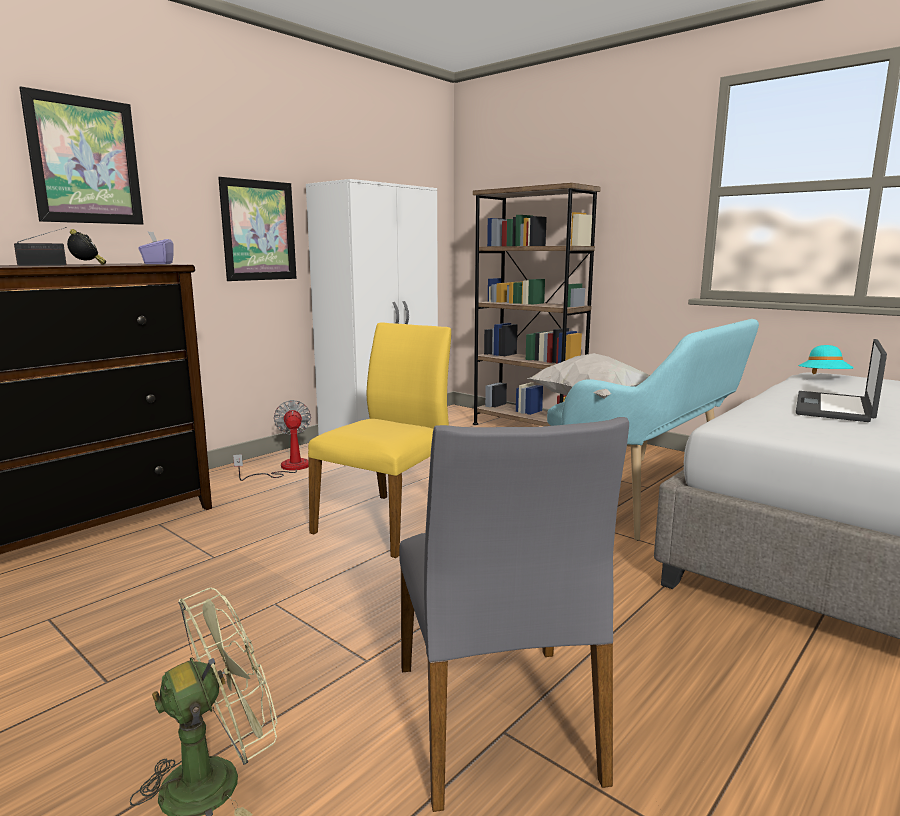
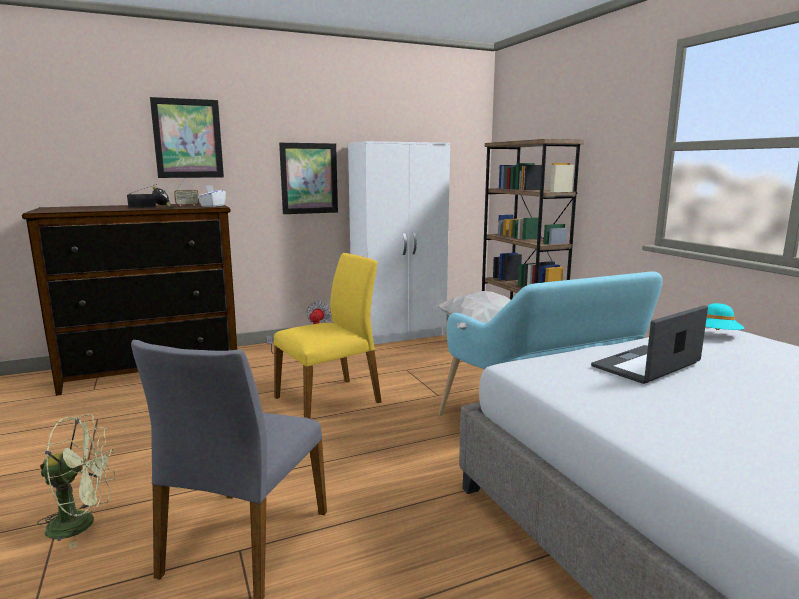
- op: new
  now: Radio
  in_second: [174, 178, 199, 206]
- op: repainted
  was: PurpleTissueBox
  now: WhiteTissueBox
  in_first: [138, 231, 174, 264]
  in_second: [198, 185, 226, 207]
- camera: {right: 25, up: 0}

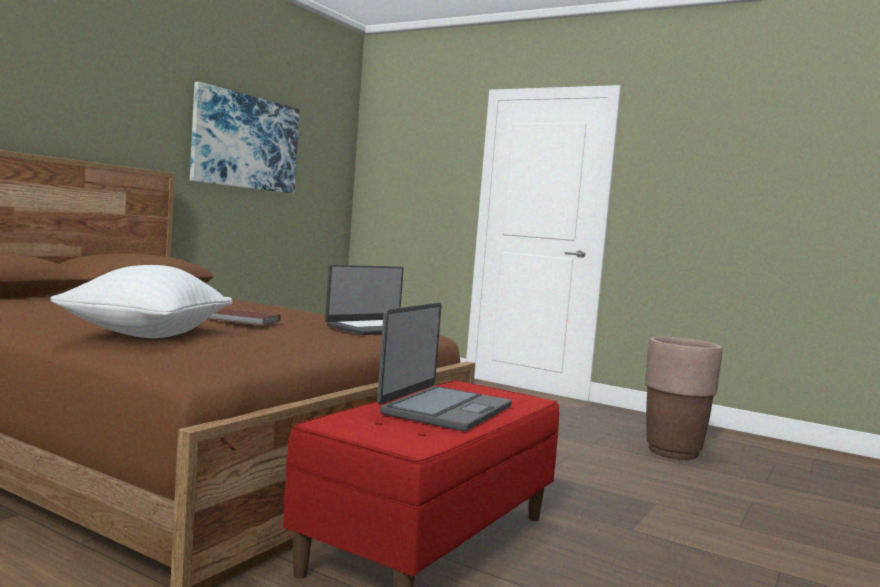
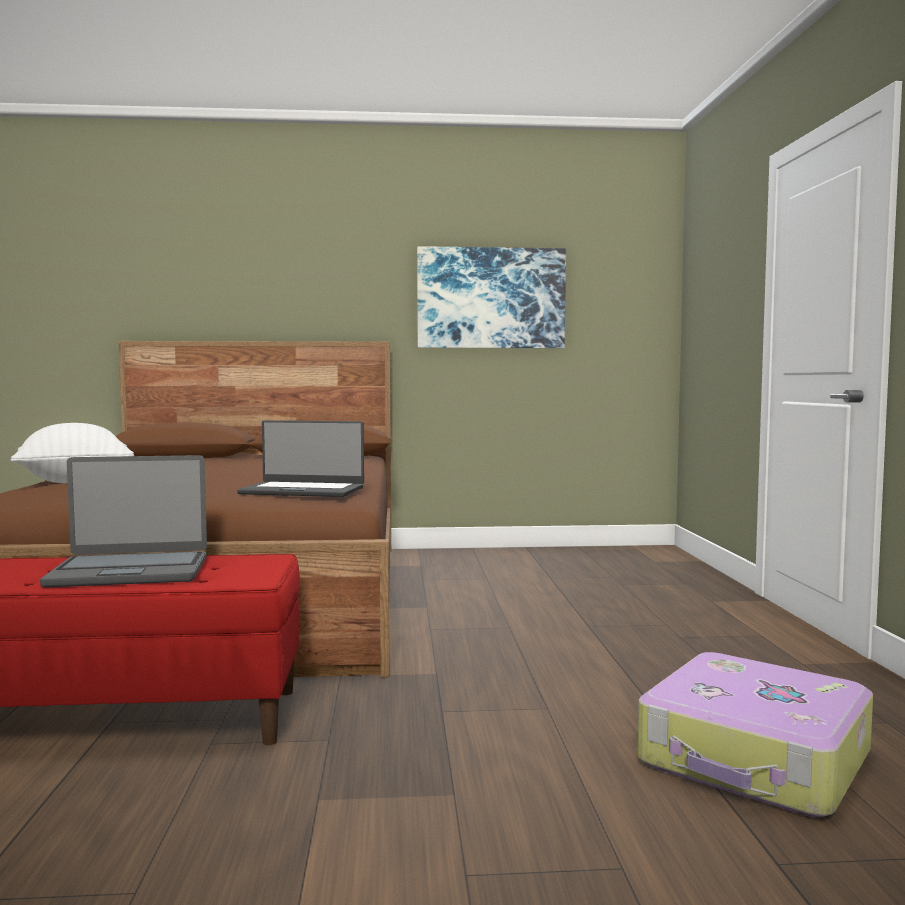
- op: swapped
  was: BrownPlanter
  now: Suitcase
  in_first: [645, 337, 722, 460]
  in_second: [637, 652, 873, 817]
- op: gone
  was: BrownBook
  in_first: [209, 309, 281, 326]
- camera: {right: 55, up: 0}

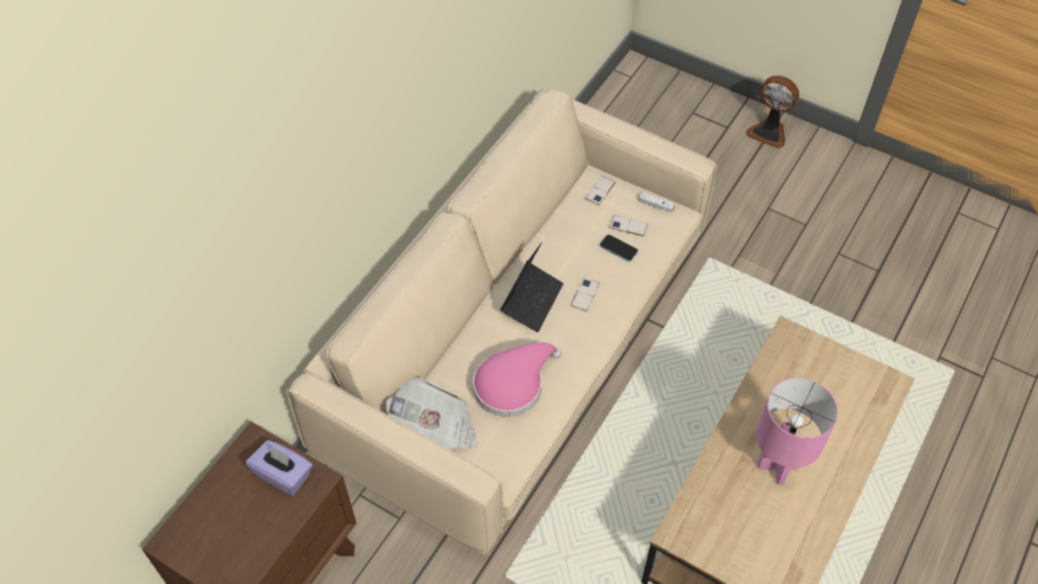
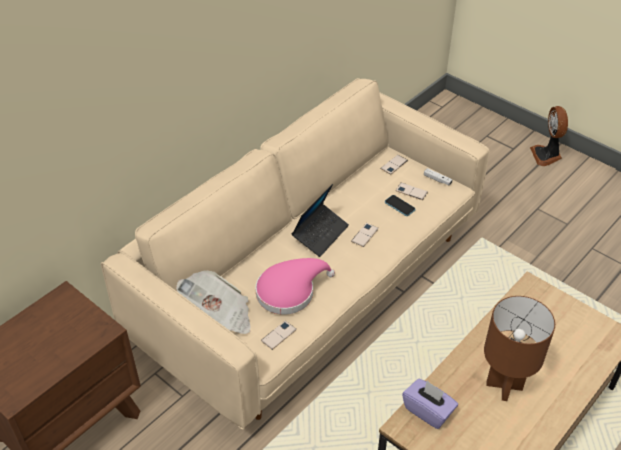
- op: new
  now: Phone
  in_second: [261, 321, 297, 350]
- op: shifted
  was: PurpleTissueBox
  in_first: [246, 440, 313, 496]
  in_second: [402, 379, 458, 429]
- op: repainted
  was: PinkTableLamp
  now: BrownTableLamp
  in_first: [756, 377, 838, 485]
  in_second: [484, 296, 555, 401]
- op: rotated
  was: Fan
  in_first: [746, 76, 799, 149]
  in_second: [530, 106, 568, 166]
  clockwise: 45
- camera: {right: 10, up: -10}

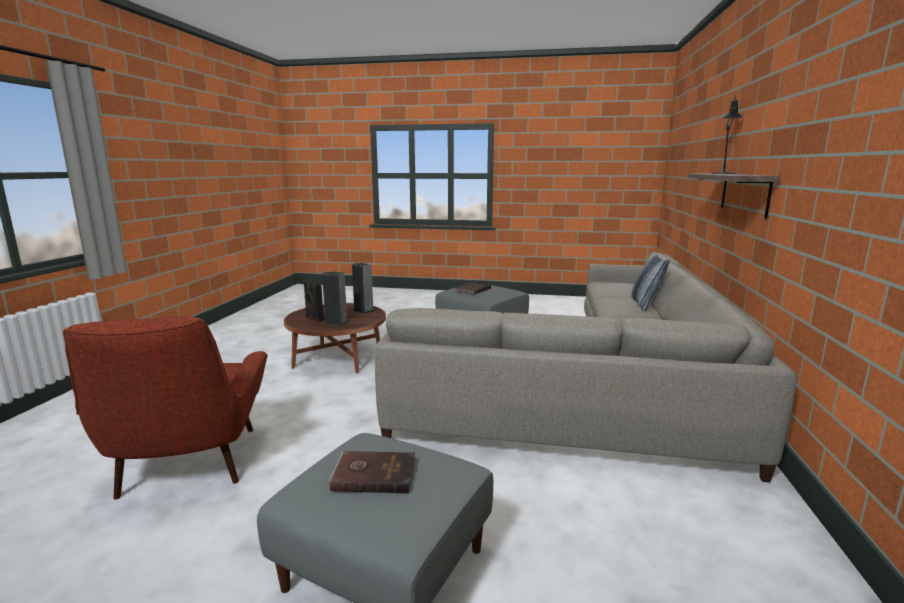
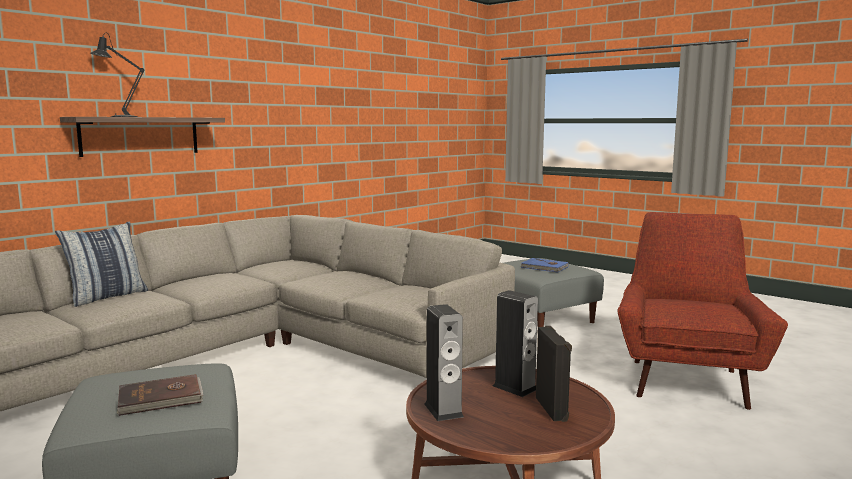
- op: repainted
  was: BrownBook
  now: BlueBook
  in_first: [329, 451, 416, 493]
  in_second: [521, 258, 568, 272]
- camera: {right: -150, up: -5}

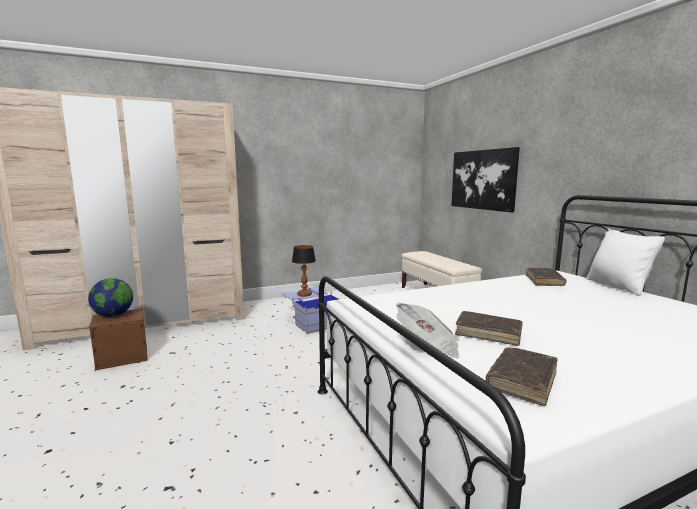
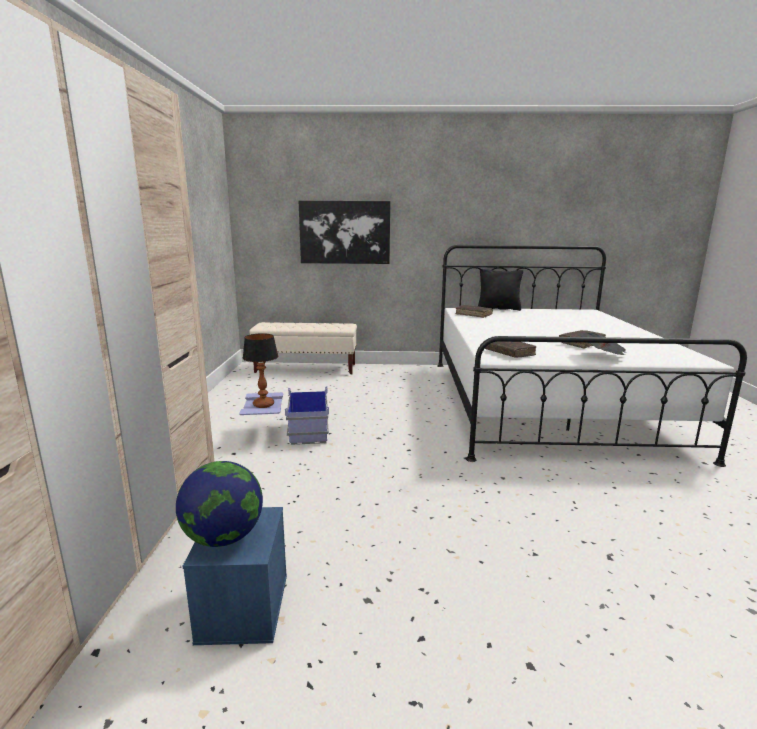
- op: repainted
  was: BrownStorageBox
  now: BlueStorageBox
  in_first: [89, 308, 147, 371]
  in_second: [182, 507, 287, 645]
- op: repainted
  was: WhitePillow
  now: BlackPillow
  in_first: [586, 229, 665, 296]
  in_second: [478, 269, 523, 311]
- op: shifted
  was: BrownBook
  in_first: [486, 348, 558, 406]
  in_second: [485, 341, 536, 358]
- camera: {right: -65, up: 5}

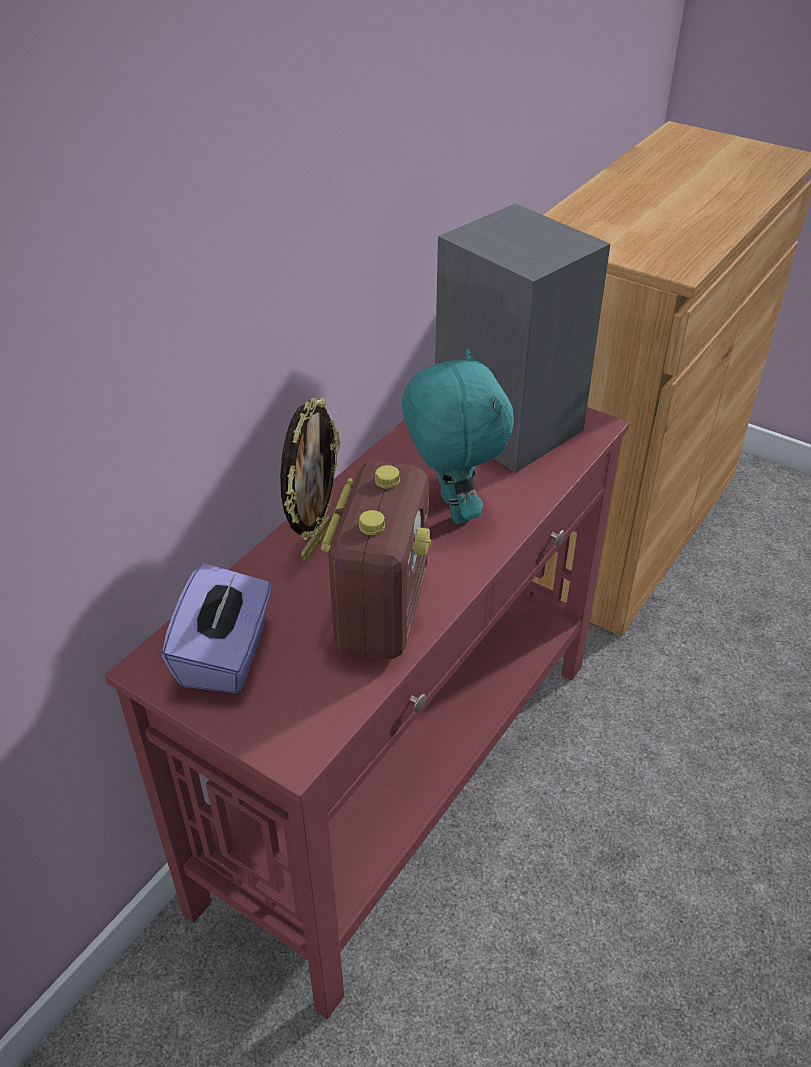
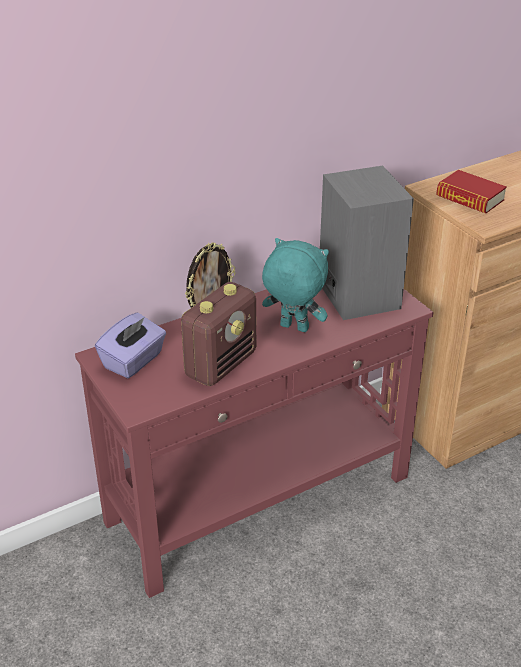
- op: rotated
  was: TurquoisePlushToy
  in_first: [402, 349, 514, 524]
  in_second: [262, 238, 329, 332]
  clockwise: -75
- op: new
  now: Book
  in_second: [436, 170, 507, 214]
- camera: {right: 25, up: -5}

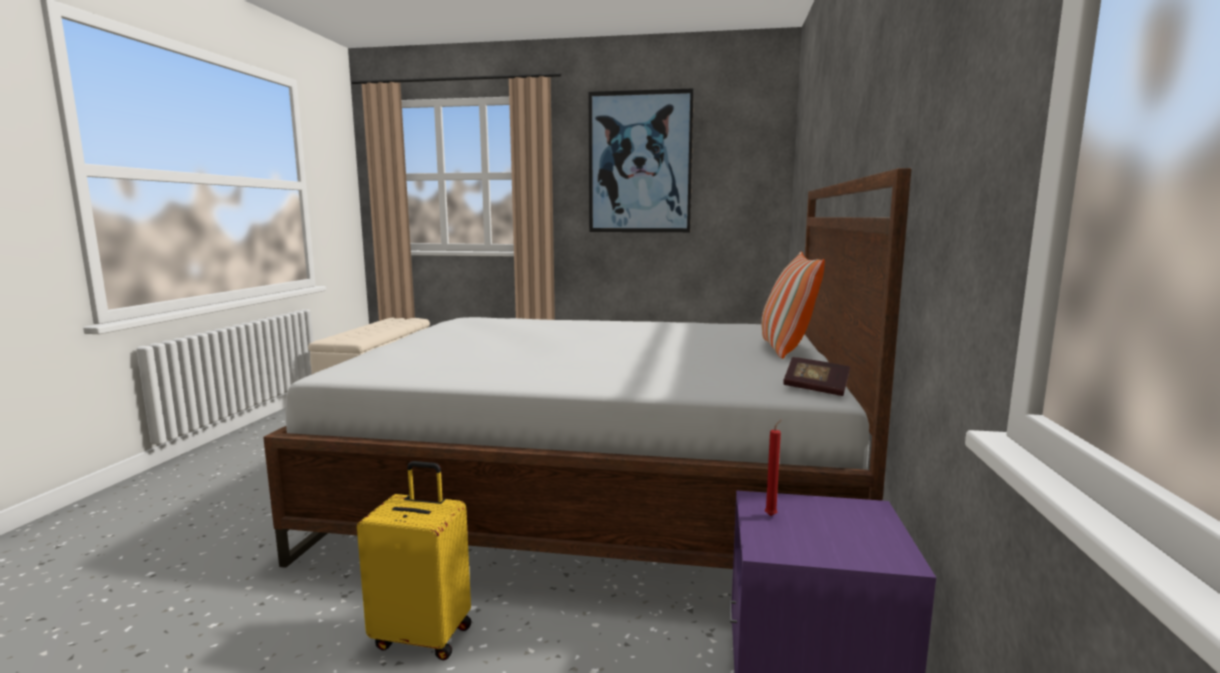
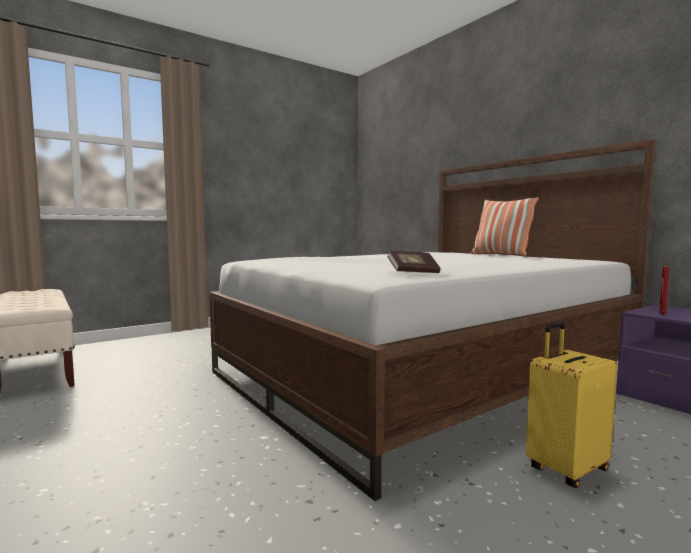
- op: shifted
  was: Book
  in_first: [783, 357, 850, 396]
  in_second: [387, 251, 441, 273]
- op: gone
  was: Picture
  in_first: [589, 88, 694, 232]
- camera: {right: -45, up: -5}

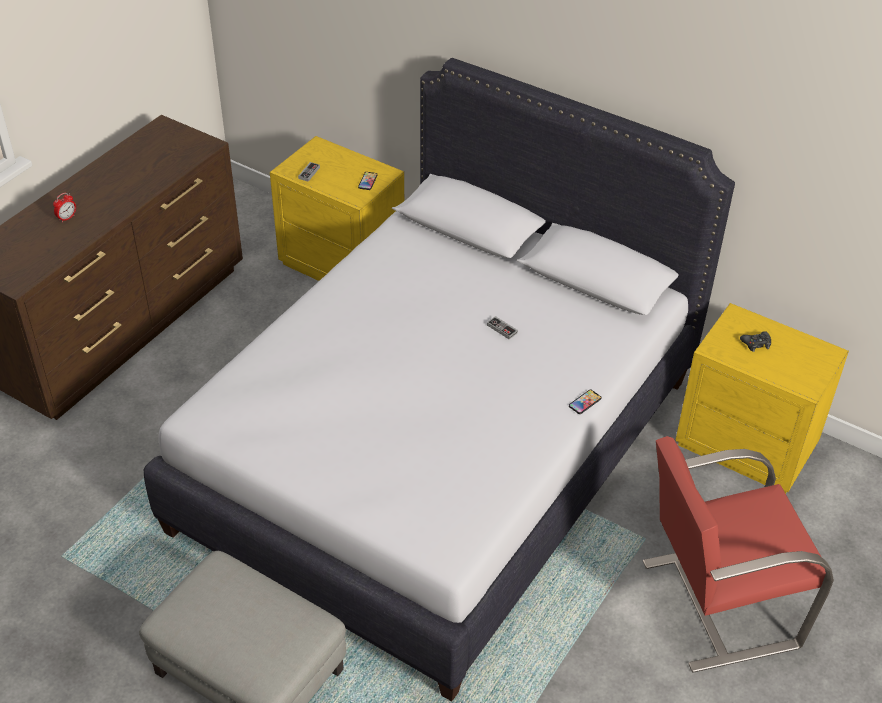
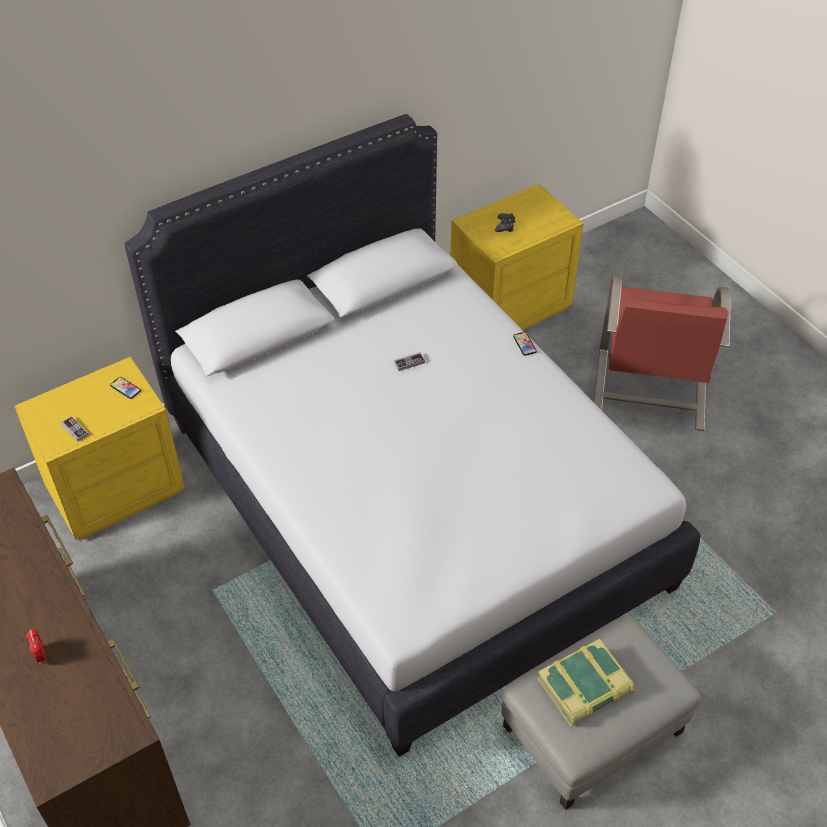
- op: new
  now: Book
  in_second: [537, 639, 635, 726]
- camera: {right: -65, up: 5}

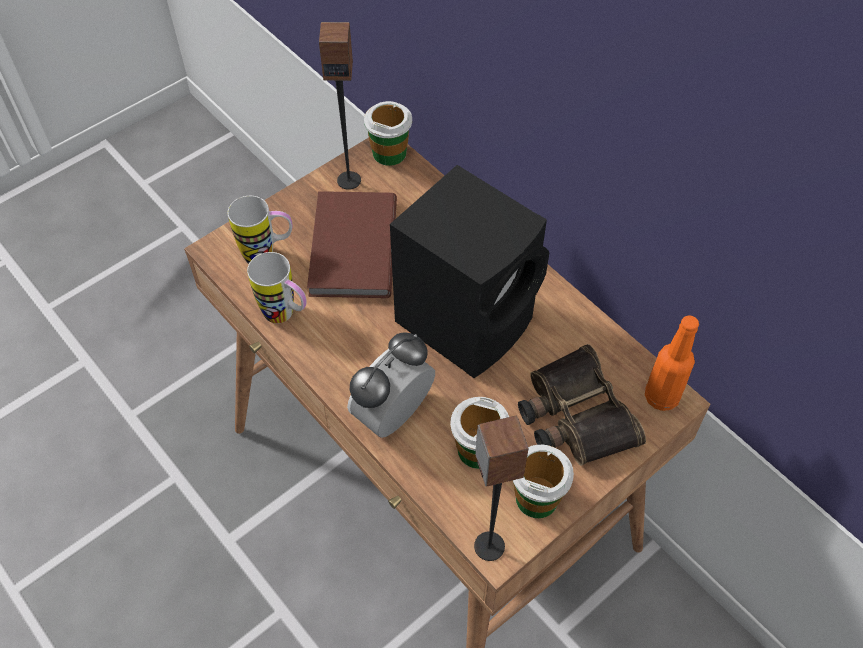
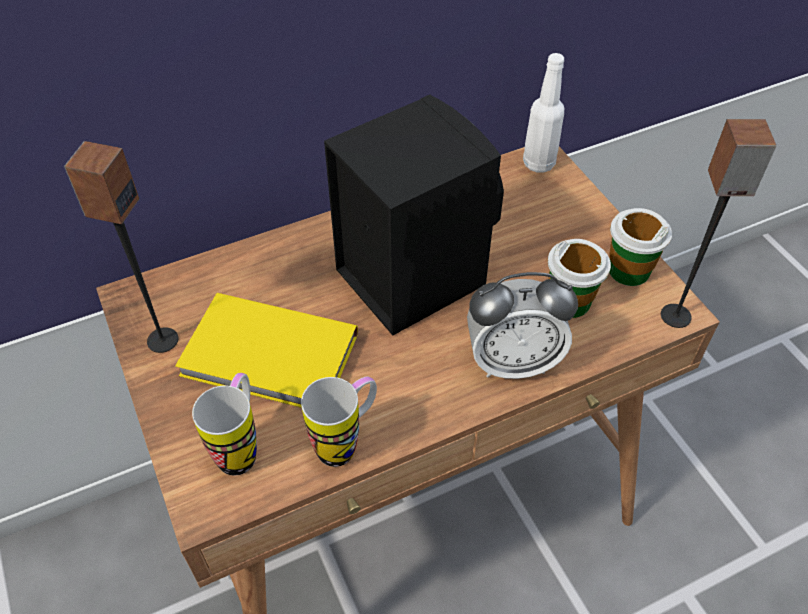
- op: repainted
  was: BrownBook
  now: YellowBook
  in_first: [307, 191, 397, 298]
  in_second: [175, 293, 358, 408]
- op: rotated
  was: AlarmClock
  in_first: [347, 332, 435, 438]
  in_second: [467, 272, 578, 379]
  clockwise: -60
- op: repainted
  was: OrangeBottle
  now: WhiteBottle
  in_first: [645, 315, 699, 411]
  in_second: [523, 53, 564, 173]
- op: gone
  was: Cup
  in_first: [364, 101, 412, 166]
- op: gone
  was: Binoculars
  in_first: [518, 344, 646, 466]
- camera: {right: -75, up: -5}

